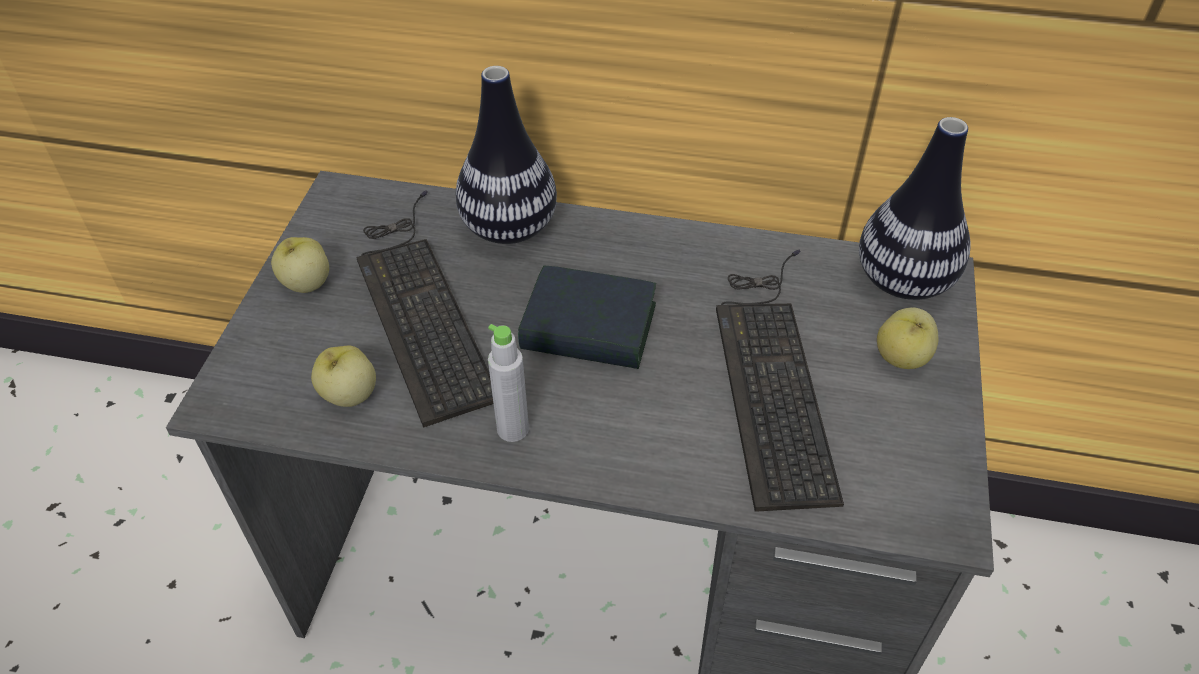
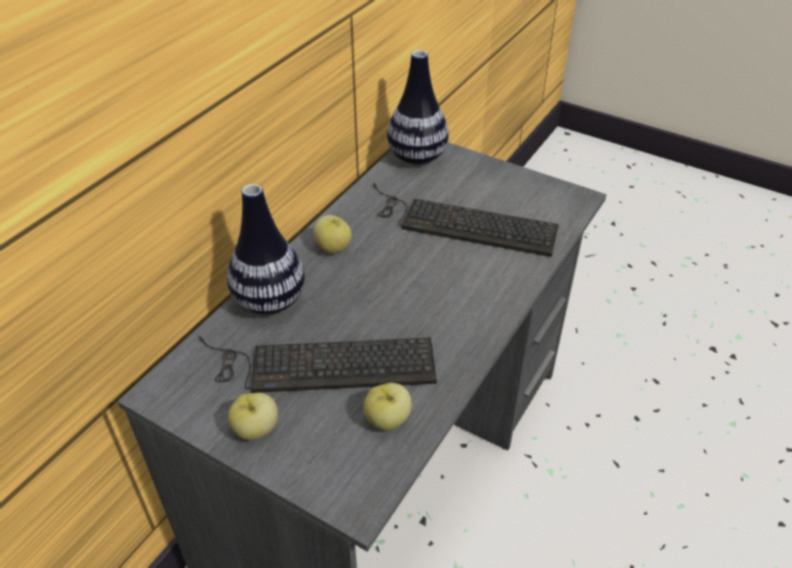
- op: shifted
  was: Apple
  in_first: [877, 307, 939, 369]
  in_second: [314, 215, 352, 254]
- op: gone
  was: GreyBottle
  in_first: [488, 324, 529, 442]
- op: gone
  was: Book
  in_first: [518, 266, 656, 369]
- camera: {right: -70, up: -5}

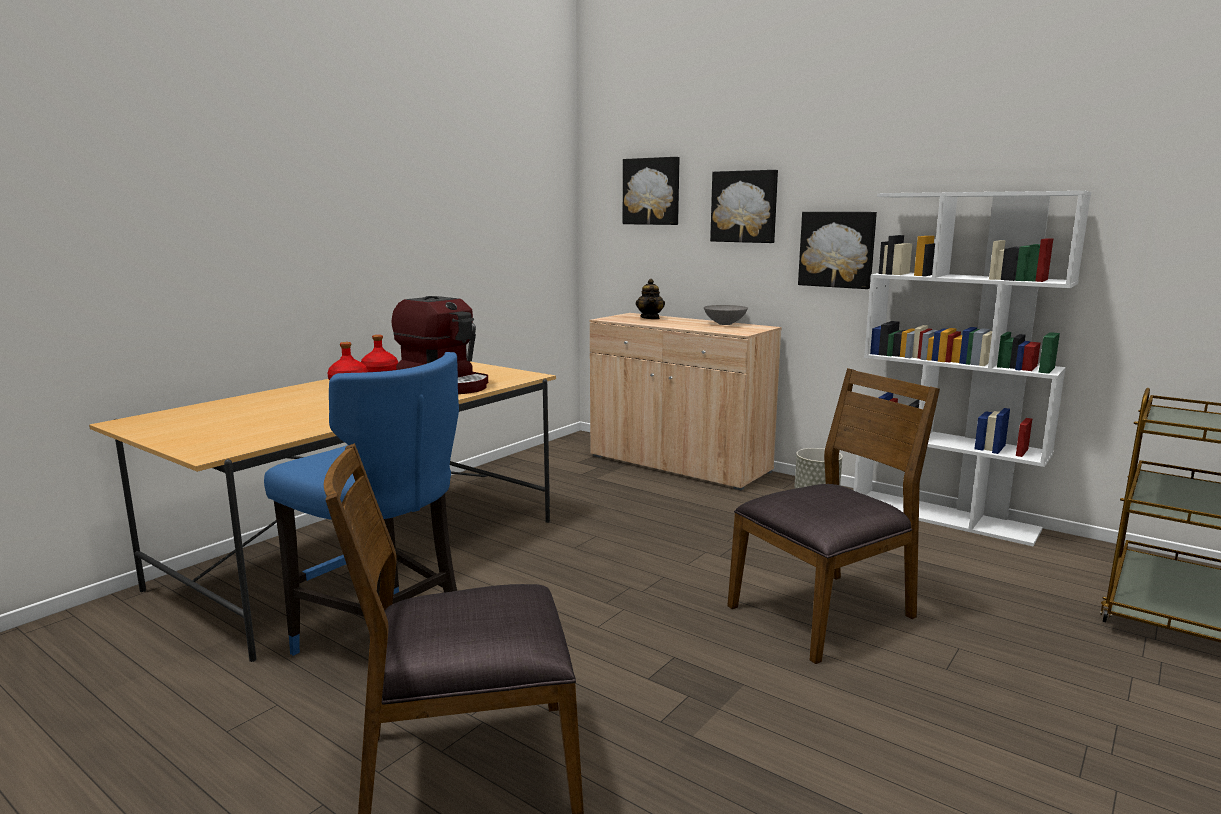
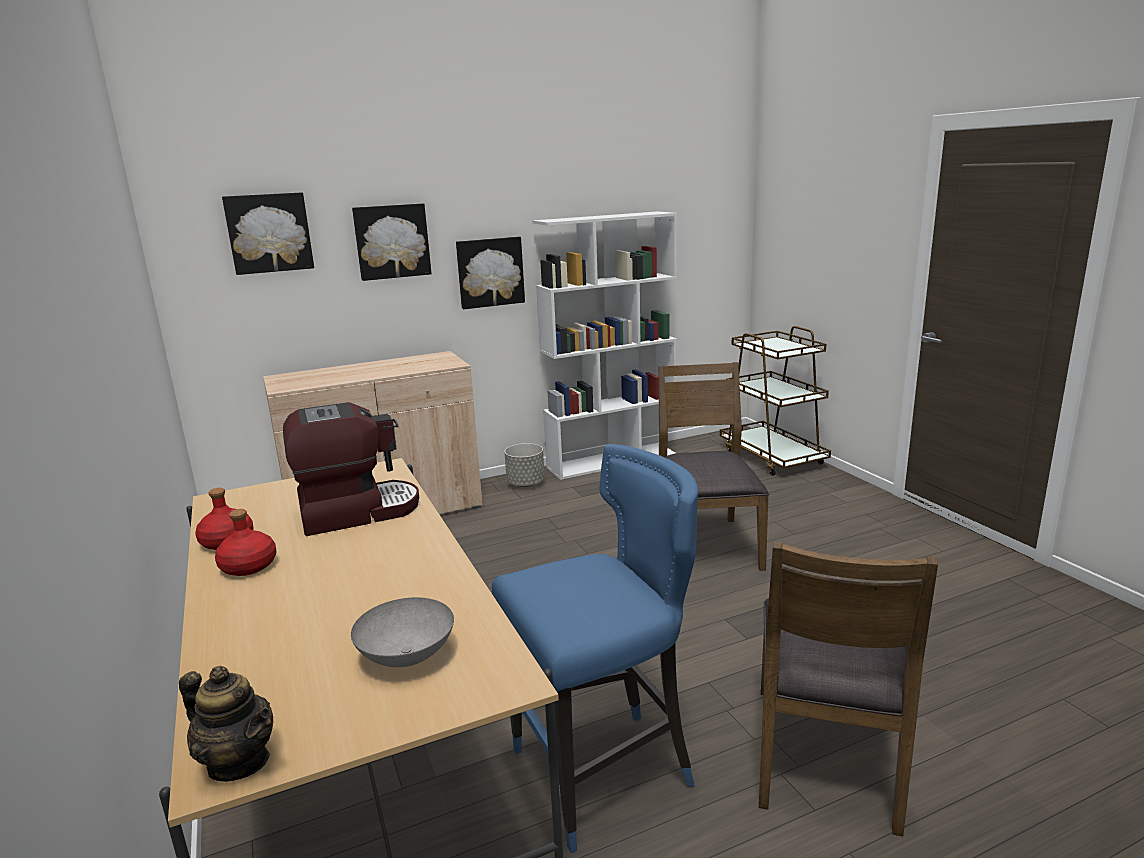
- op: shifted
  was: Teapot
  in_first: [636, 279, 665, 319]
  in_second: [179, 666, 273, 782]
- op: shifted
  was: GreyBowl
  in_first: [704, 305, 748, 325]
  in_second: [351, 597, 454, 667]
- camera: {right: -60, up: 5}

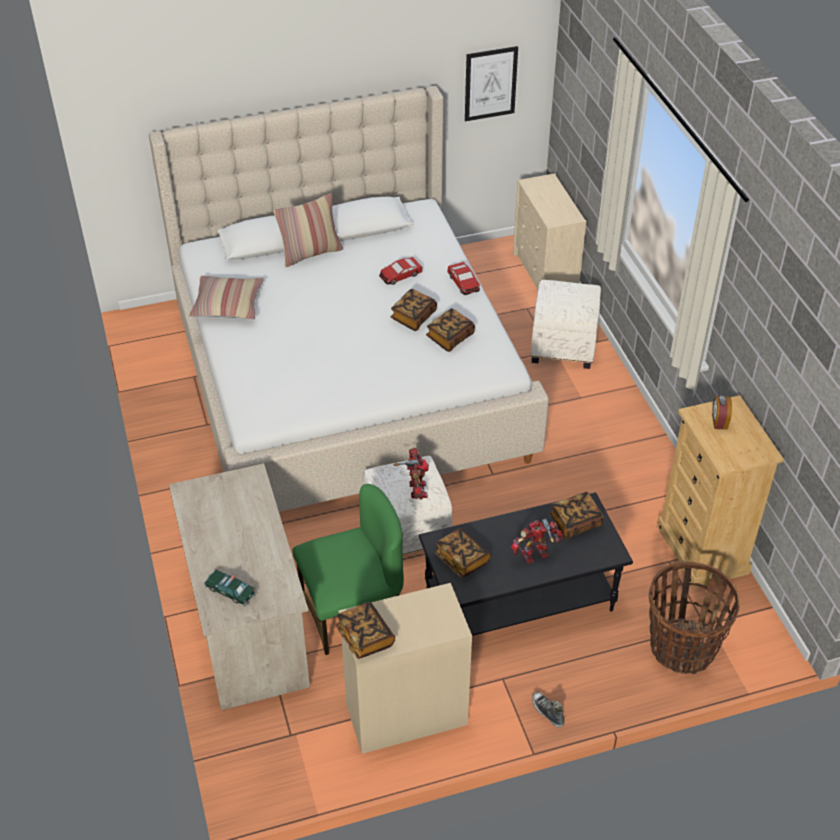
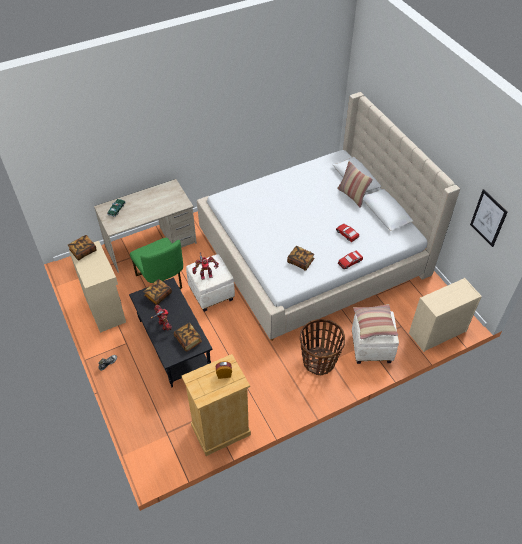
- op: shifted
  was: Basket
  in_first: [649, 562, 740, 674]
  in_second: [300, 319, 345, 375]
- op: shifted
  was: Pillow
  in_first: [189, 276, 264, 320]
  in_second: [353, 304, 398, 339]
- op: gone
  was: Book
  in_first: [391, 289, 437, 331]
- camera: {right: 80, up: 5}

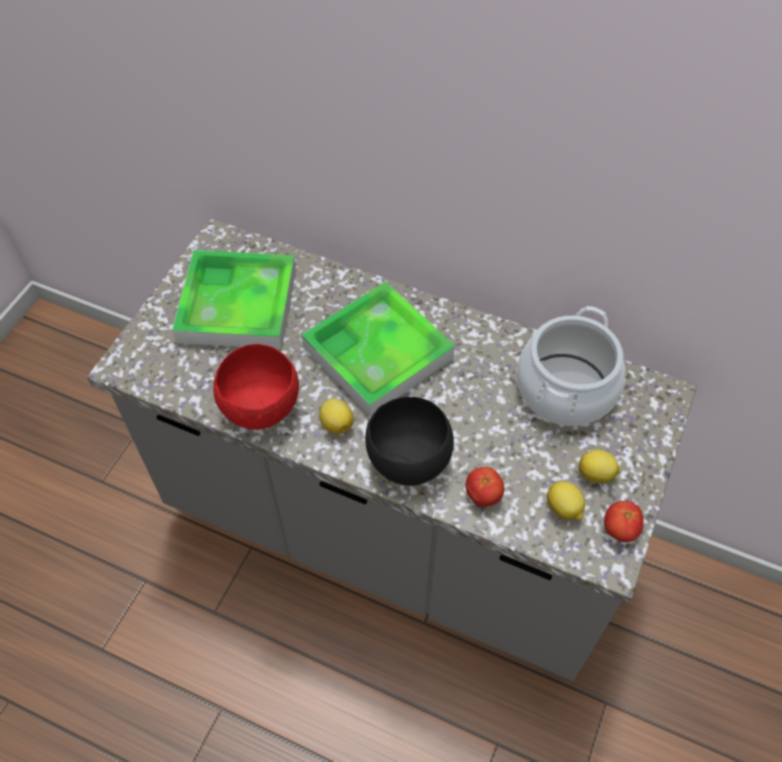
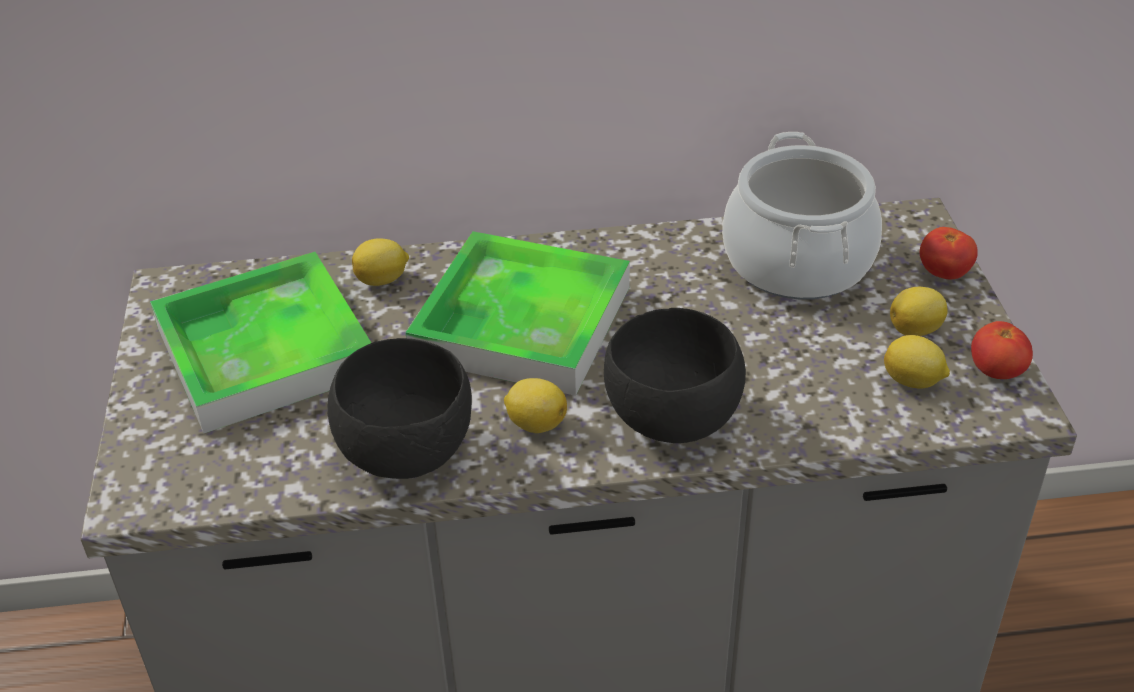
- op: repainted
  was: RedBowl
  now: BlackBowl
  in_first: [213, 344, 299, 430]
  in_second: [328, 338, 472, 479]
- op: new
  now: Lemon
  in_second: [352, 238, 409, 286]
- op: shifted
  was: Tomato
  in_first: [465, 467, 504, 507]
  in_second: [920, 227, 978, 280]
- camera: {right: -30, up: -15}

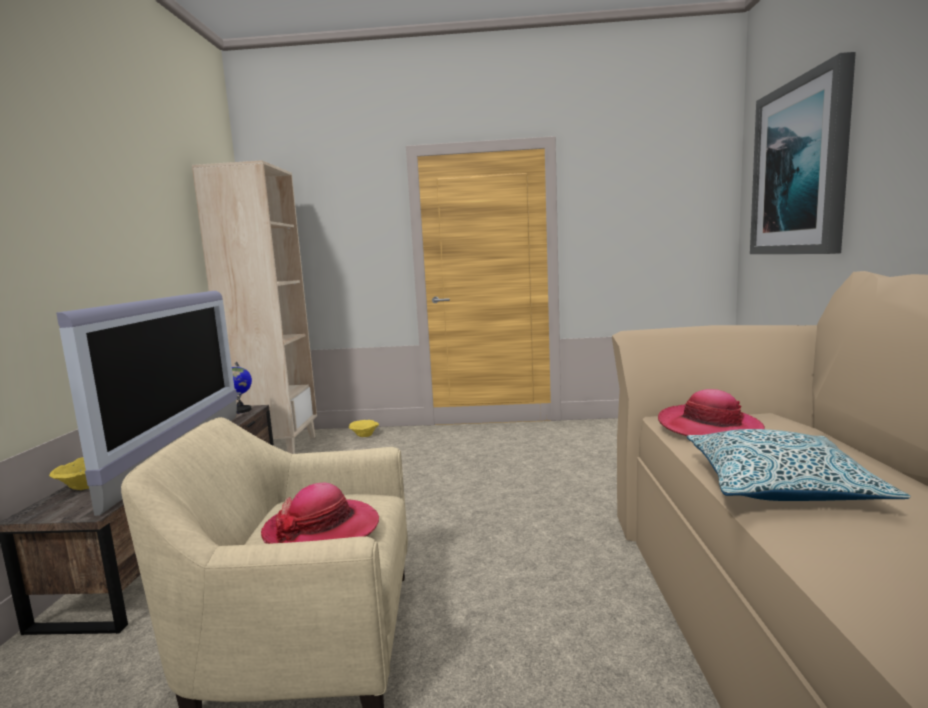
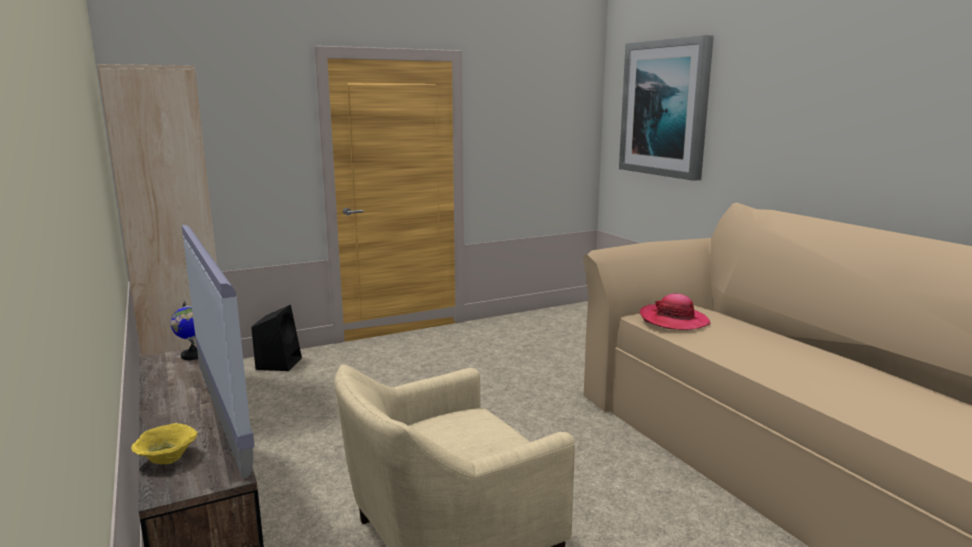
- op: swapped
  was: YellowBowl
  now: BlackSpeaker
  in_first: [349, 420, 379, 437]
  in_second: [251, 305, 302, 371]
- op: gone
  was: Hat
  in_first: [261, 483, 379, 544]
- op: gone
  was: Pillow
  in_first: [687, 429, 911, 501]
- camera: {right: -30, up: 5}

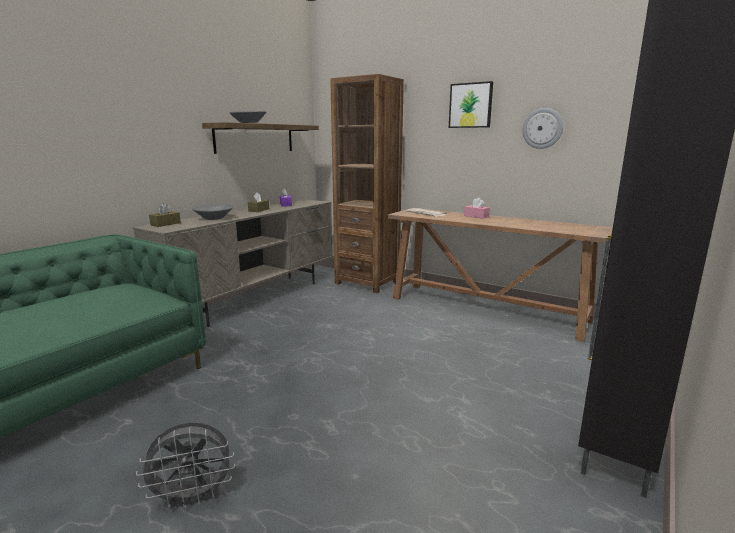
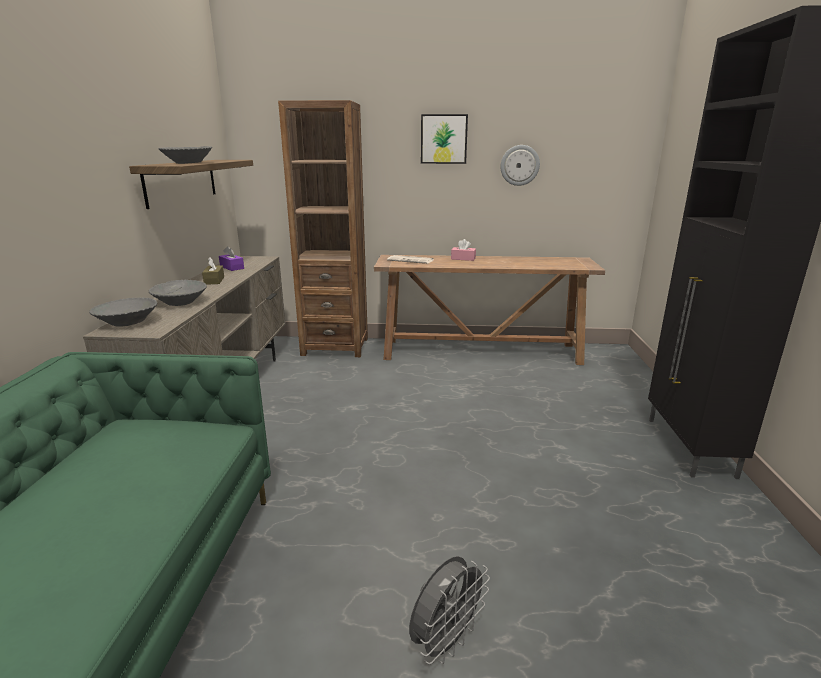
- op: swapped
  was: BrownTissueBox
  now: GreyBowl
  in_first: [149, 203, 181, 227]
  in_second: [89, 297, 157, 327]
- camera: {right: -30, up: 5}

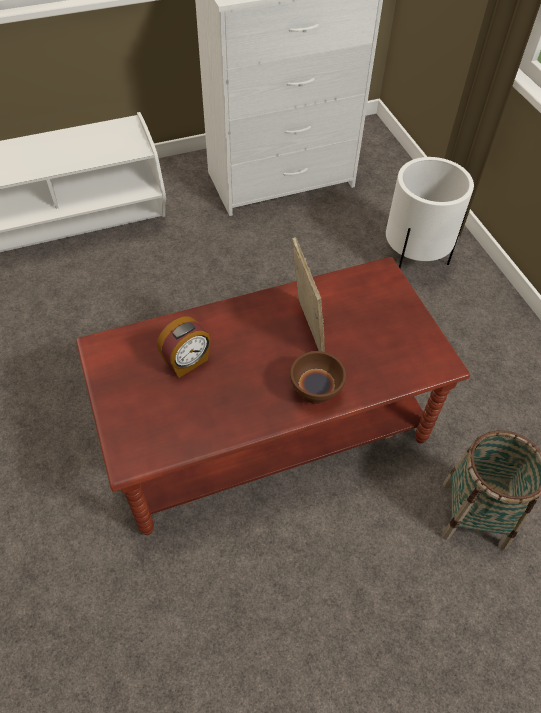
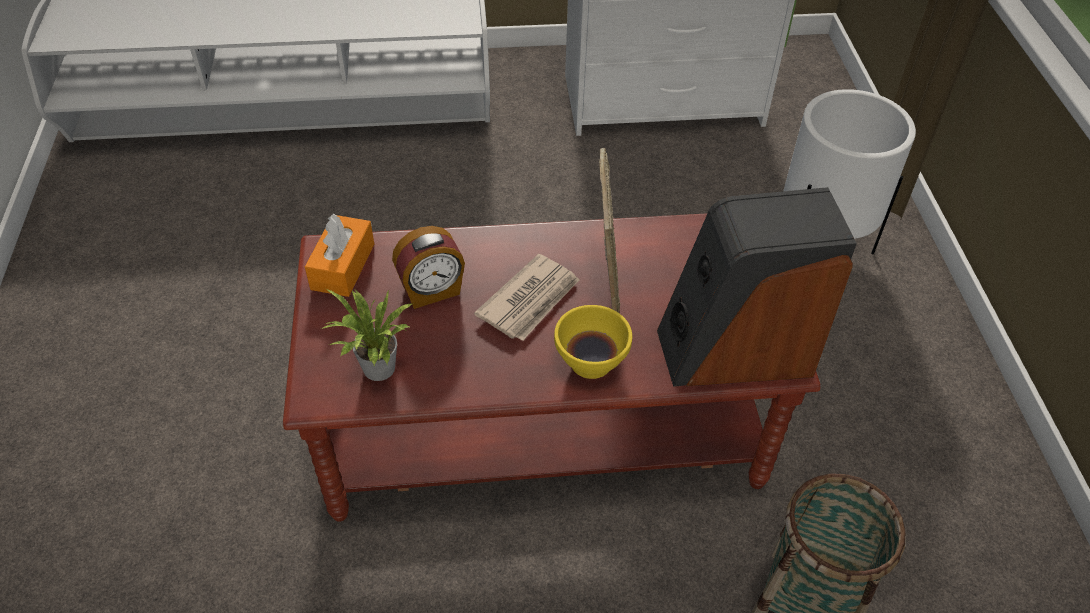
- op: new
  now: OrangeTissueBox
  in_second: [305, 214, 374, 297]
- op: new
  now: PottedPlant
  in_second: [321, 289, 412, 381]
- op: new
  now: Newspaper
  in_second: [474, 254, 580, 341]
- op: repainted
  was: BrownBowl
  now: YellowBowl
  in_first: [290, 351, 346, 404]
  in_second: [554, 305, 632, 379]
- op: new
  now: Speaker
  in_second: [657, 187, 857, 387]
- camera: {right: 15, up: -5}

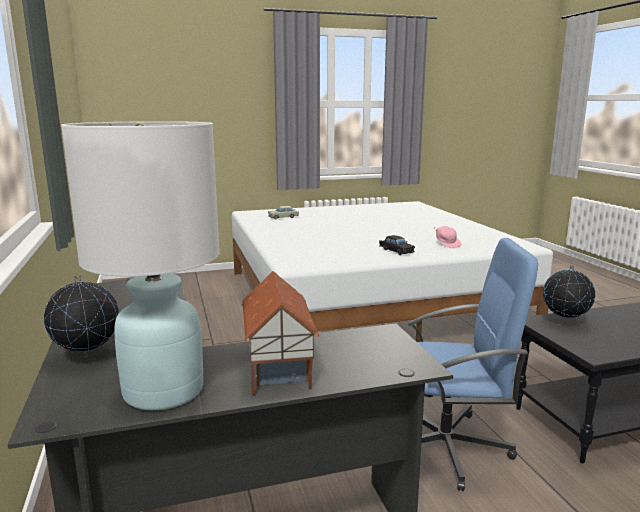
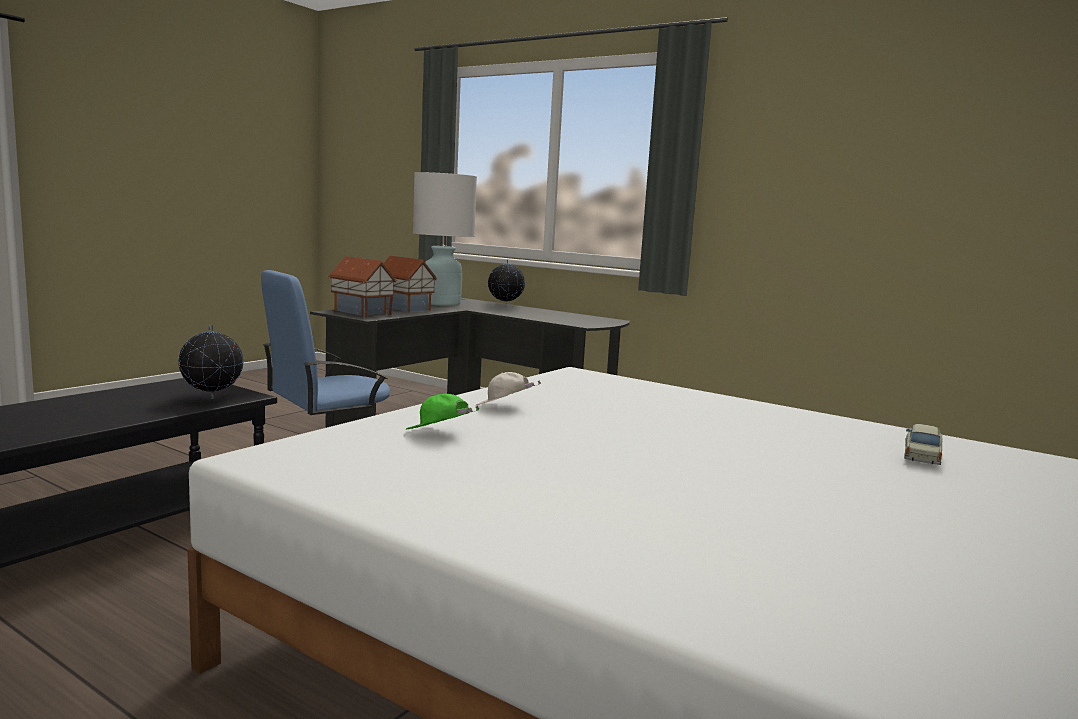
- op: new
  now: ToyHouse
  in_second: [328, 256, 397, 317]
- op: repainted
  was: PinkCap
  now: GreenCap
  in_first: [434, 226, 462, 248]
  in_second: [406, 394, 479, 430]
- op: swapped
  was: BlackToyCar
  now: WhiteCap
  in_first: [379, 235, 415, 255]
  in_second: [476, 372, 541, 405]
- camera: {right: 140, up: -5}

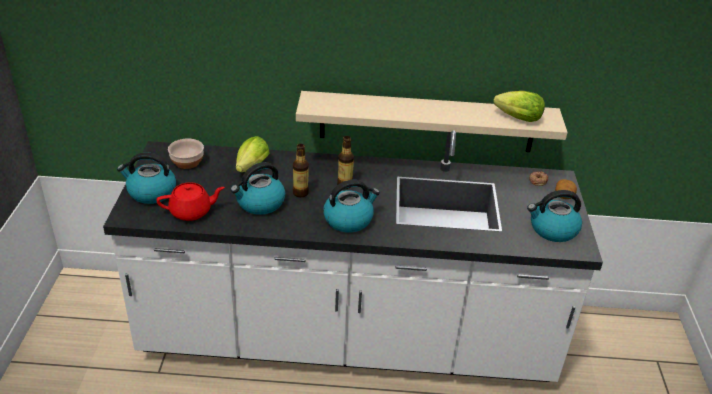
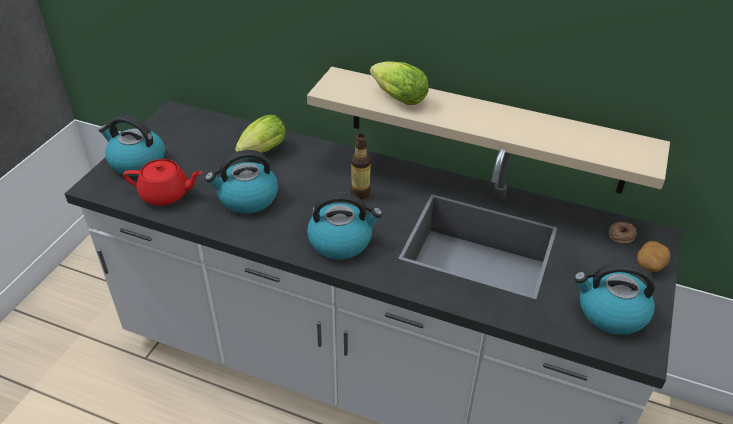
- op: shifted
  was: Lettuce
  in_first: [493, 91, 545, 122]
  in_second: [370, 61, 428, 105]
- op: gone
  was: Bowl
  in_first: [168, 139, 204, 169]
- op: gone
  was: Bottle
  in_first: [293, 144, 309, 197]
- camera: {right: 20, up: 5}

